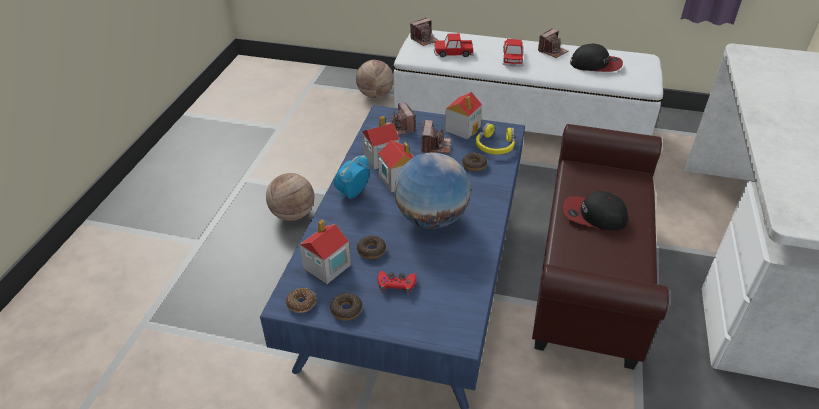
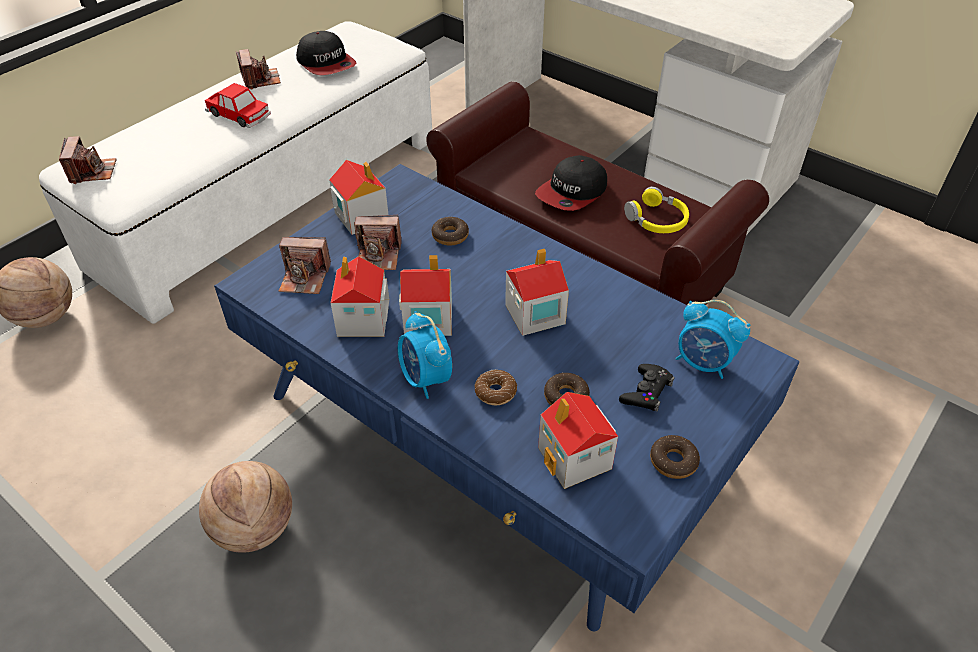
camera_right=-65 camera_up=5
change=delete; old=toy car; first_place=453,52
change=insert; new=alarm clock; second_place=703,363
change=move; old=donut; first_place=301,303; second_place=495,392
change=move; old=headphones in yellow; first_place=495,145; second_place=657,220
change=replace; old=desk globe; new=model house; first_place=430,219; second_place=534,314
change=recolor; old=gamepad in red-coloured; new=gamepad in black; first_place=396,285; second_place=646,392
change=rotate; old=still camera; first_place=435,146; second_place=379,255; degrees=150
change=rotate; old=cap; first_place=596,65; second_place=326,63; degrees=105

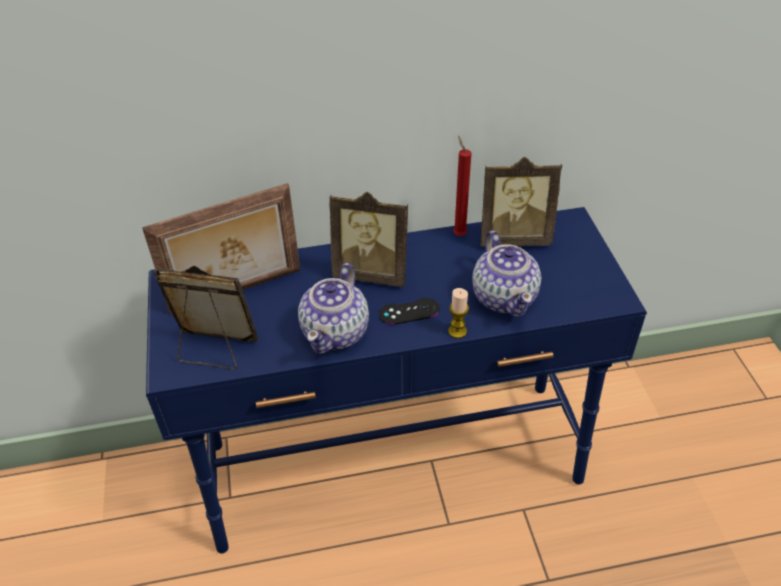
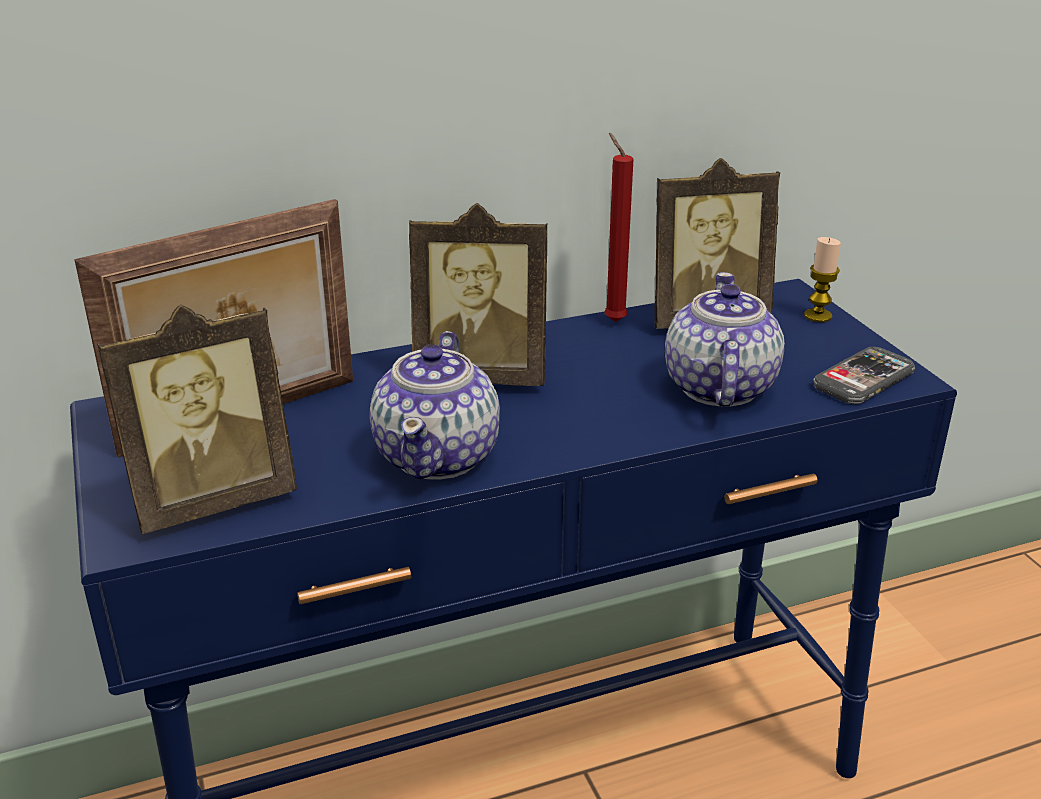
camera_right=-10 camera_up=-15
change=delete; old=gamepad in black; first_place=409,311
change=insert; new=handset; second_place=863,379
change=move; old=wax light; first_place=457,331; second_place=818,316
change=rotate; old=picture frame; first_place=214,350; second_place=212,500; degrees=150
change=rotate; old=teapot; first_place=504,296; second_place=718,388; degrees=-150

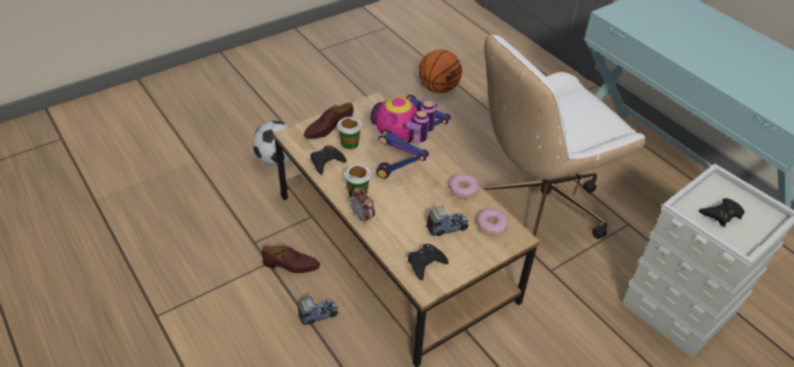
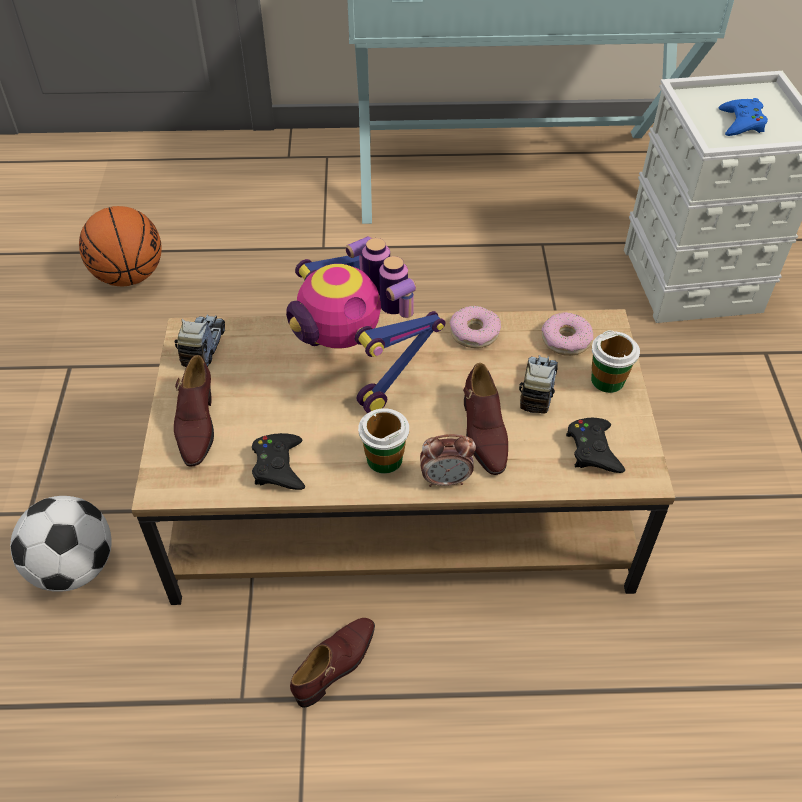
camera_right=-55 camera_up=5
change=delete; old=computer chair in white; first_place=537,210
change=insert; new=item of footwear in brown; second_place=483,432
change=move; old=toy truck; first_place=318,314; second_place=203,347
change=move; old=drinking cup; first_place=349,143; second_place=607,380
change=recolor; old=gamepad in black; new=gamepad in bluish; first_place=721,214; second_place=741,123

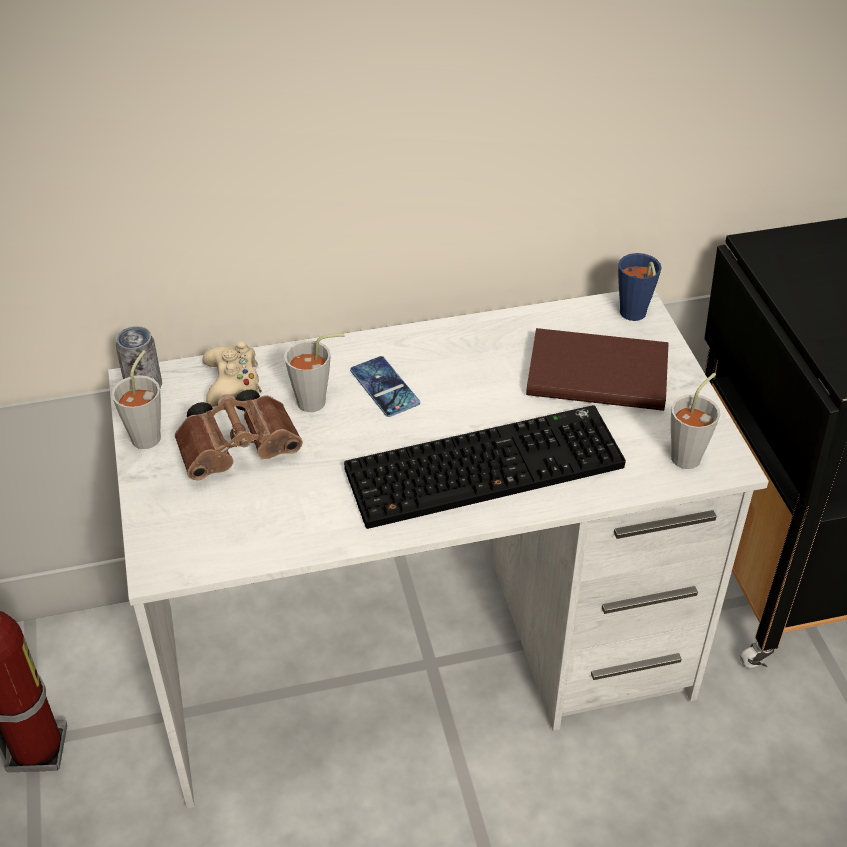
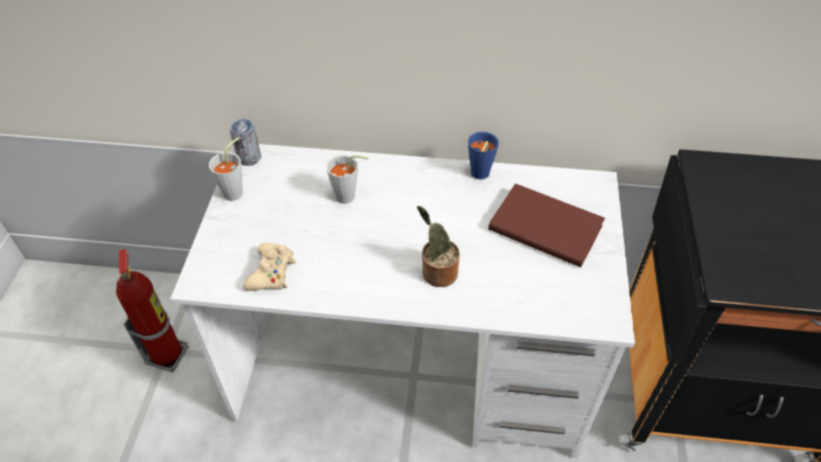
camera_right=20 camera_up=5
change=delete; old=pair of binoculars in brown; first_place=241,449
change=delete; old=handset; first_place=384,387
change=delete; old=drinking cup in gray; first_place=690,454
change=move; old=gamepad in beige-coloured; first_place=232,382; second_place=271,273
change=move; old=drinking cup in bluish; first_place=633,316; second_place=478,176
change=replace; old=PC keyboard; new=plant in a pot; first_place=486,465; second_place=437,272

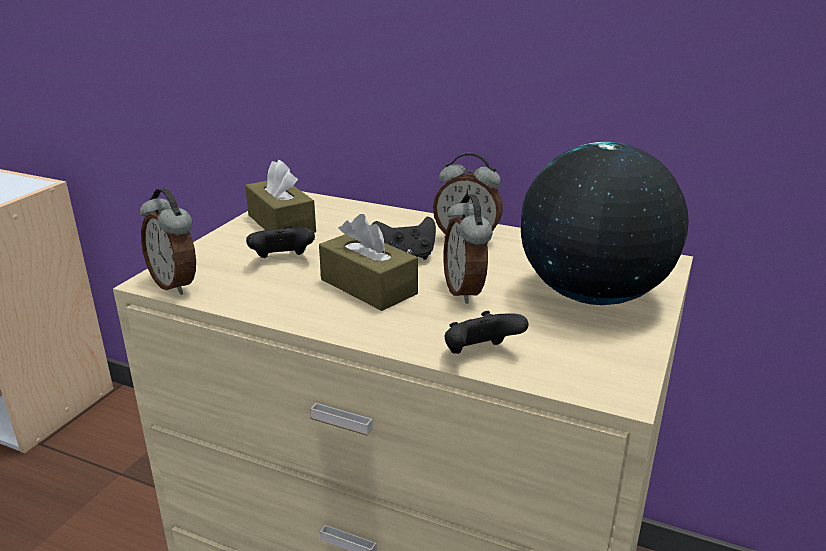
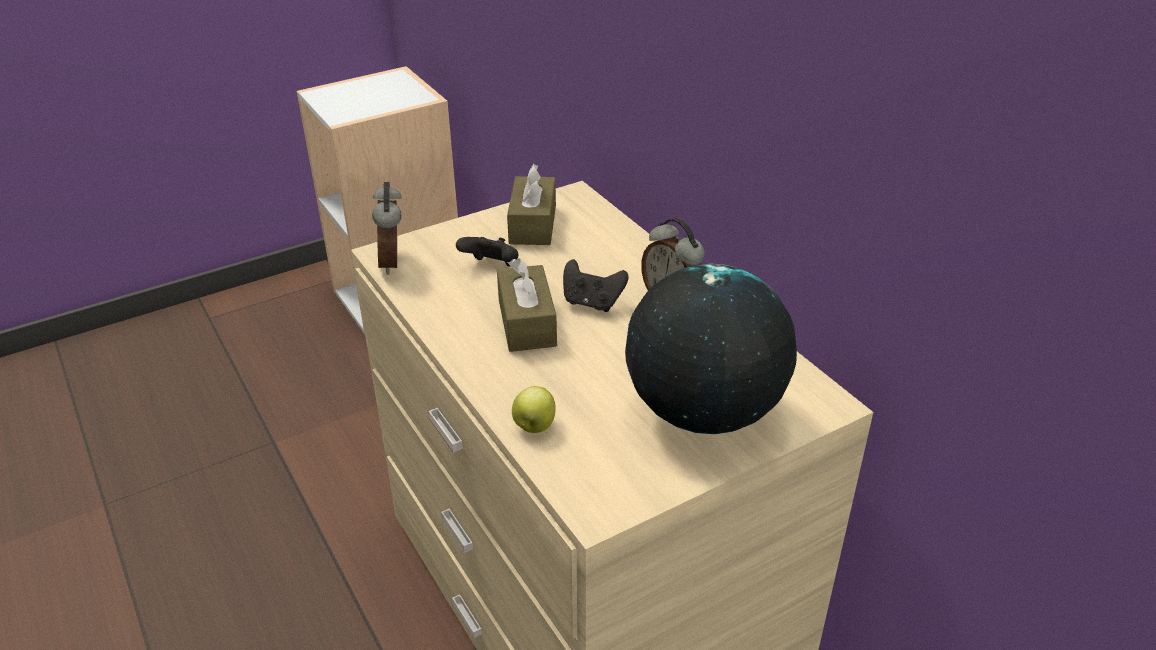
camera_right=35 camera_up=10
change=delete; old=alarm clock; first_place=466,291
change=replace; old=gamepad in black; new=whole apple; first_place=480,354; second_place=534,426

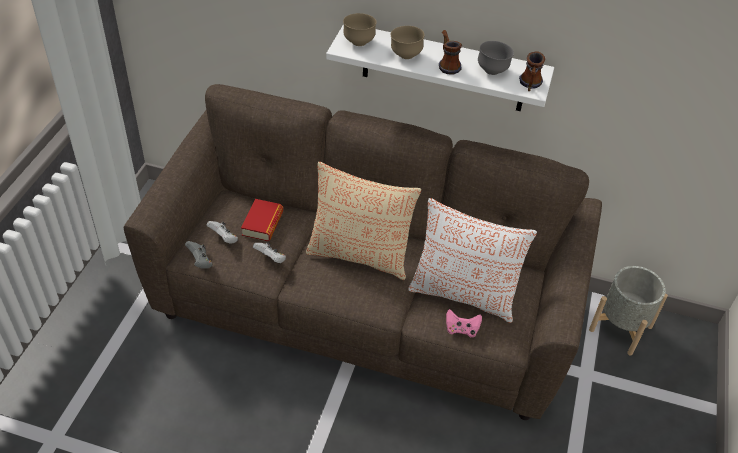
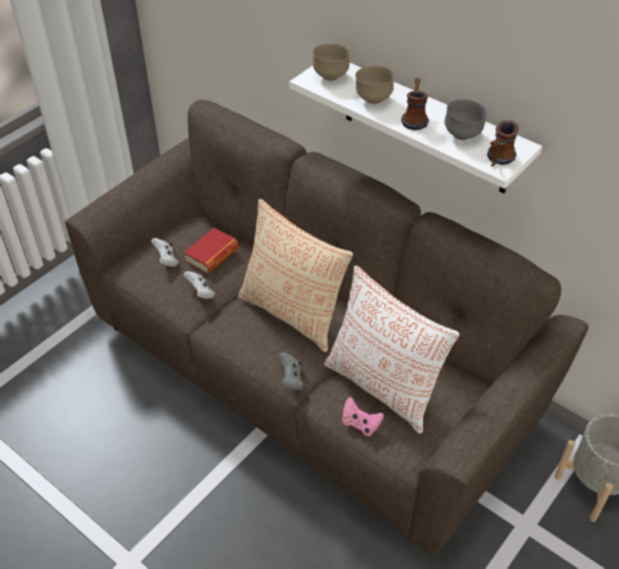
camera_right=25 camera_up=0
change=move; old=gamepad in gray; first_place=200,262; second_place=291,379

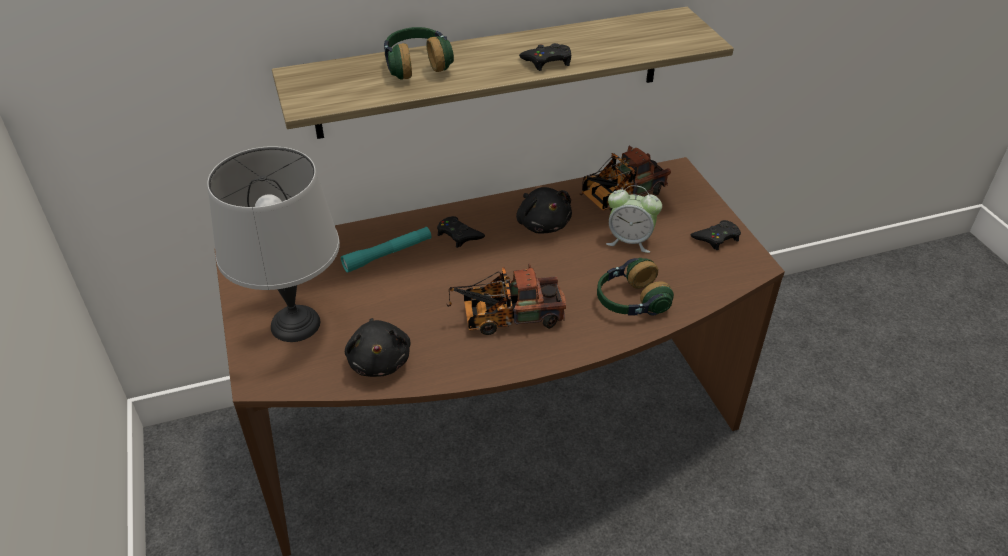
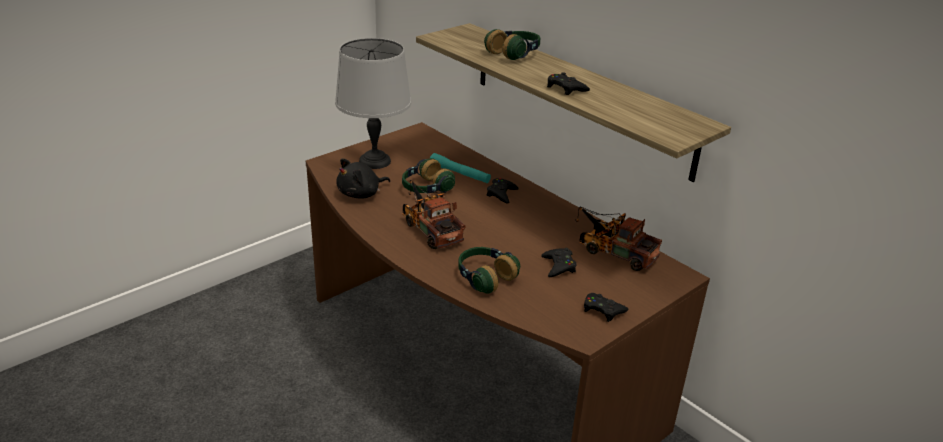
camera_right=65 camera_up=-10
change=delete; old=plush toy in black; first_place=543,224
change=insert; new=headphones; second_place=426,189
change=replace; old=alarm clock; new=gamepad in black; first_place=630,241; second_place=558,266

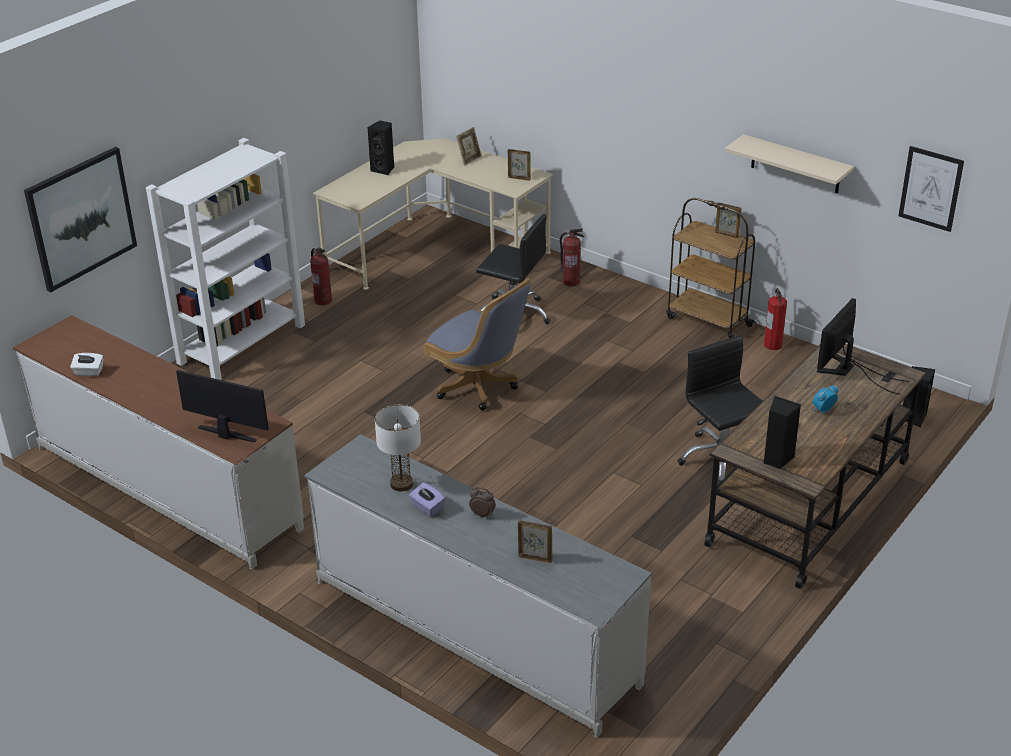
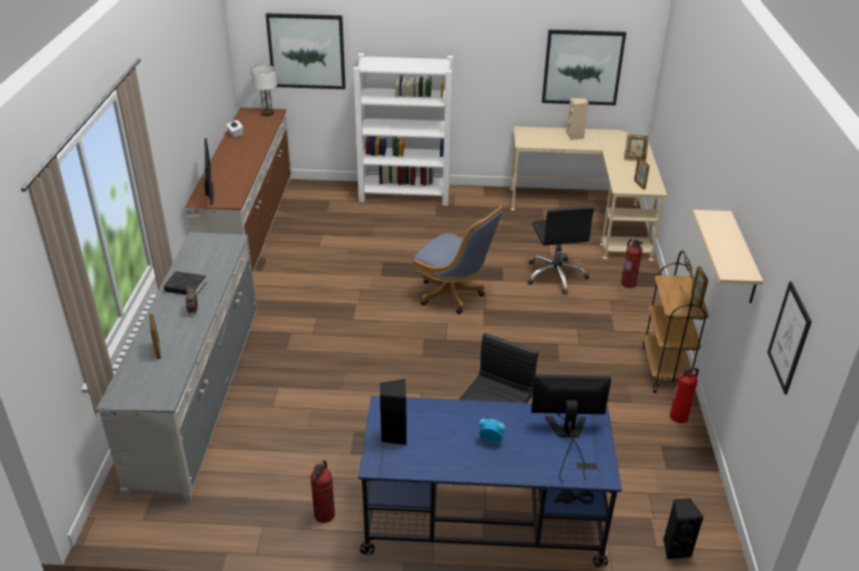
camera_right=55 camera_up=0
change=insert; new=picture; second_place=582,67
change=move; old=extinguisher; first_place=323,300; second_place=325,515
change=move; old=tabletop lamp; first_place=402,484; second_place=267,113
change=replace; old=box of tissues in purple; new=bound book in black; first_place=427,507; second_place=186,287
change=recolor; old=speaker in black; new=speaker in beige-coloured; first_place=384,169; second_place=575,136
change=recolor; old=desk table in brown; new=desk table in bluish; first_place=809,502; second_place=483,519
change=rotate; old=computer chair in bluish; first_place=481,389; second_place=455,297; degrees=-60

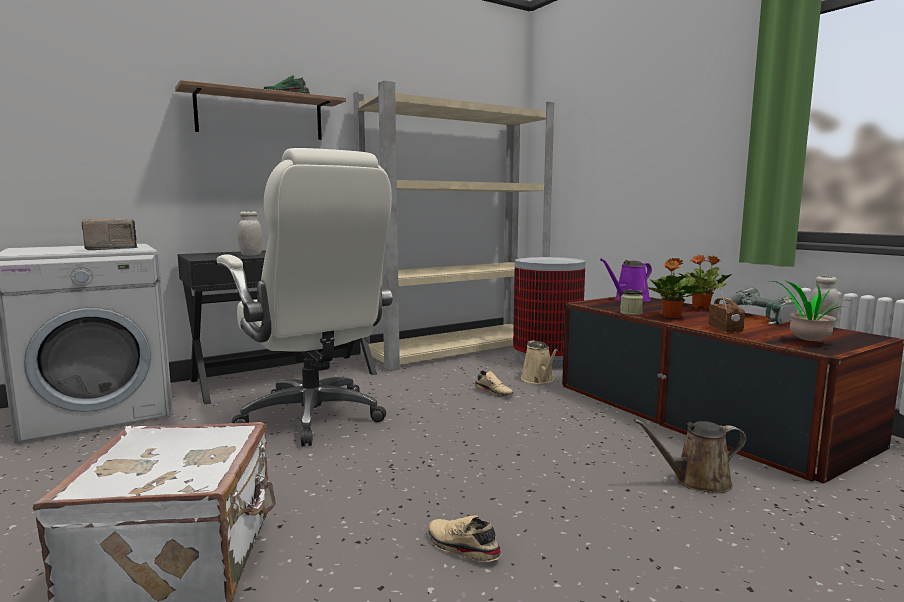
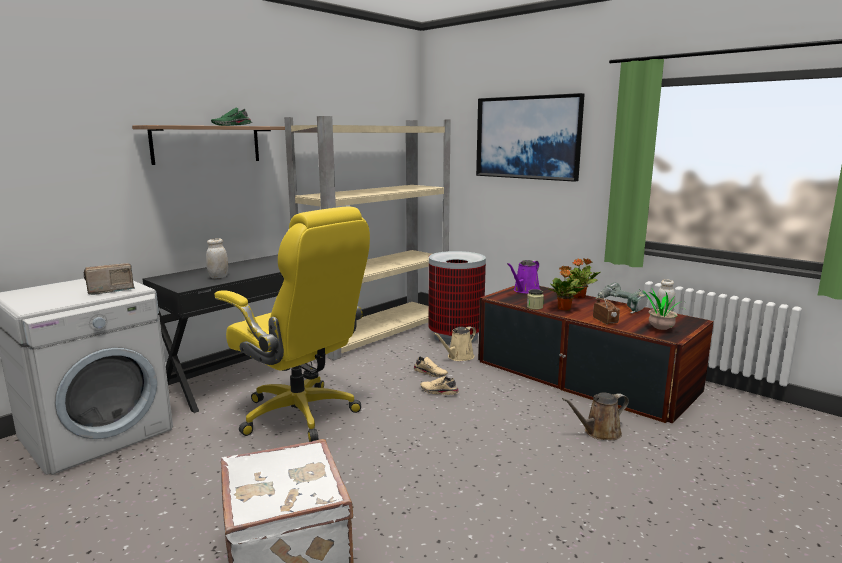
camera_right=-15 camera_up=5
change=insert; new=picture; second_place=527,137
change=move; old=item of footwear in beige-coloured; first_place=461,548; second_place=438,392
change=recolor; old=computer chair in white; new=computer chair in yellow; first_place=313,418; second_place=300,415
change=rotate; old=sprinkling can in beige-coloured; first_place=539,380; second_place=458,357; degrees=75

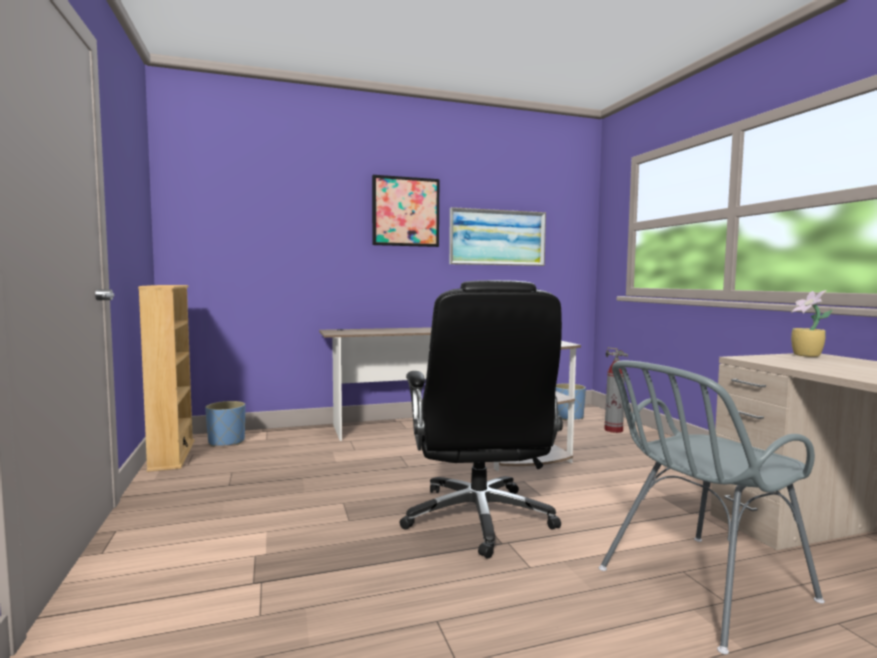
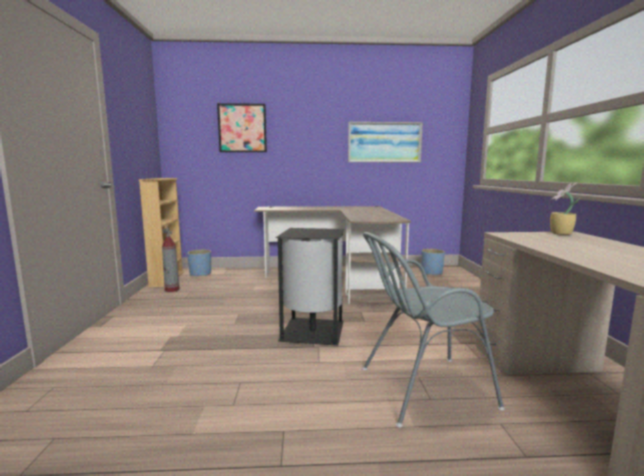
camera_right=15 camera_up=5
change=move; old=picture; first_place=405,212; second_place=242,128
change=move; old=extinguisher; first_place=613,430; second_place=172,290
change=replace; old=computer chair in black; new=trash can in black; first_place=479,519; second_place=311,331

